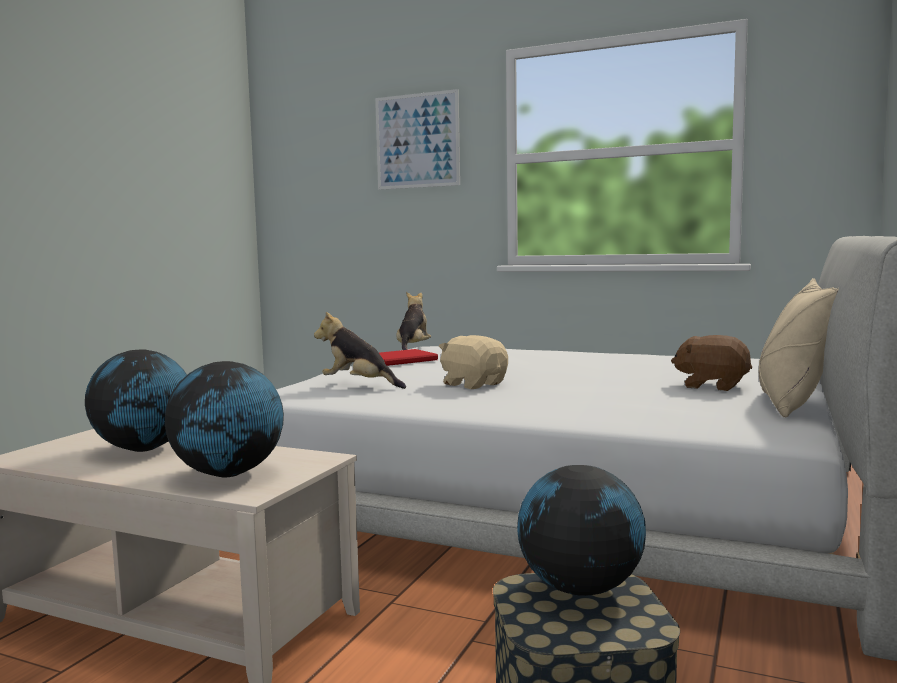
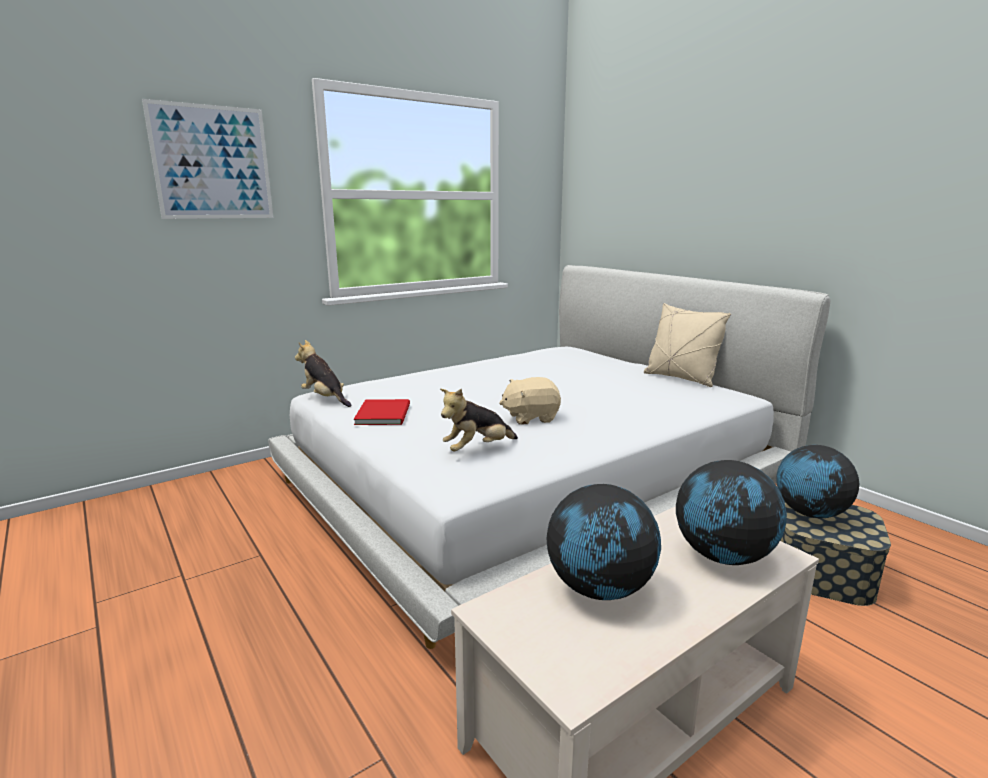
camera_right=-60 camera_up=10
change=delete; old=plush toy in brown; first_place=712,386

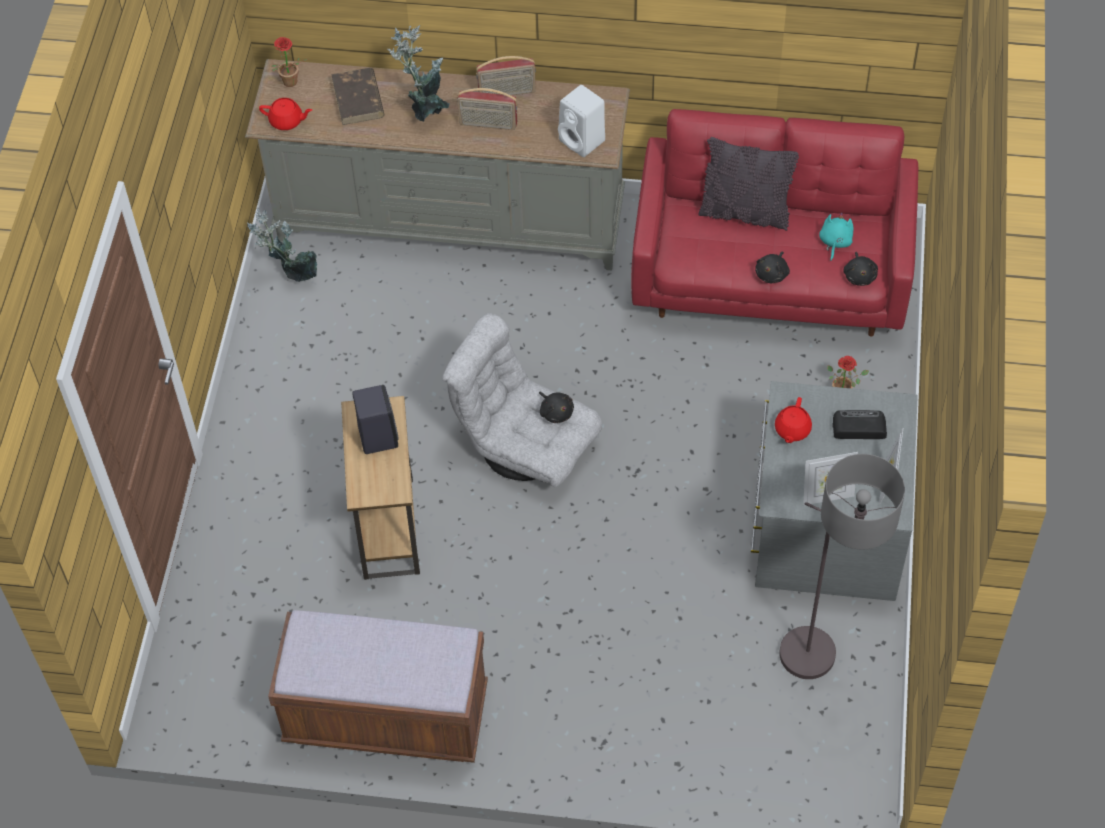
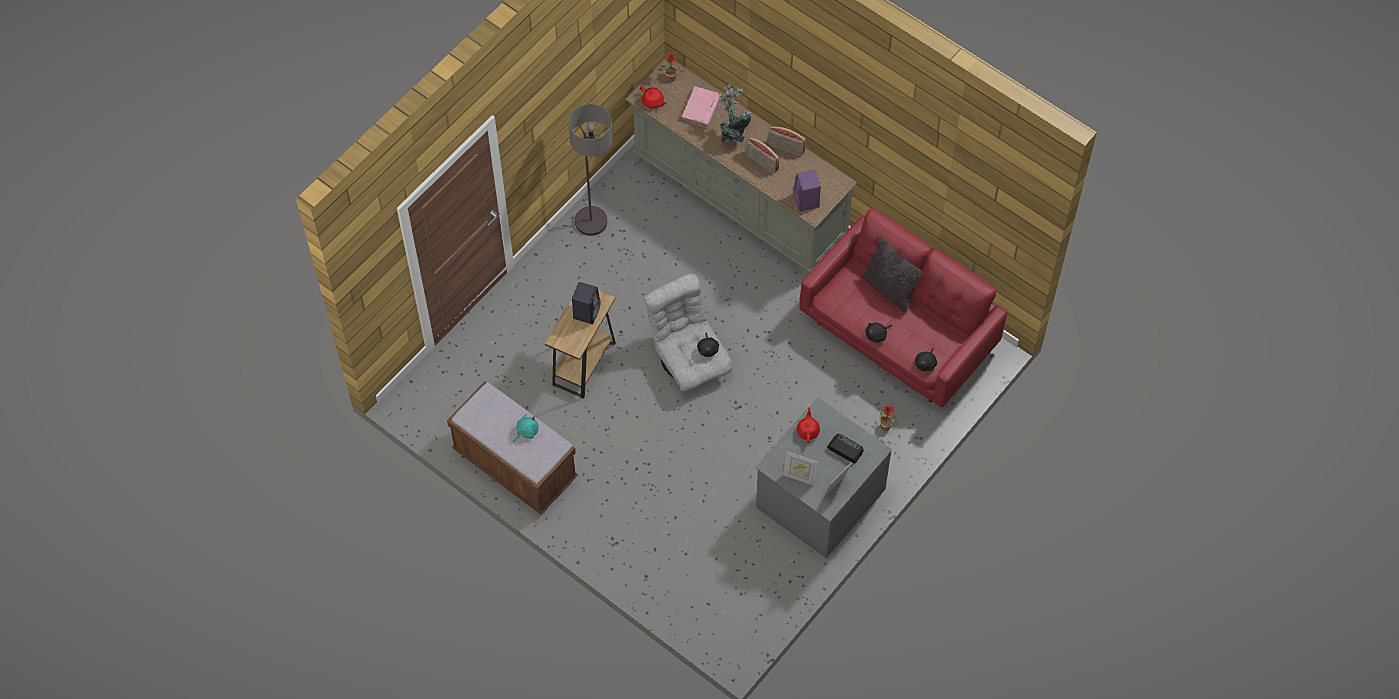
camera_right=30 camera_up=5
change=delete; old=plant in a pot; first_place=290,273
change=move; old=standing lamp in gray; first_place=823,661; second_place=595,229
change=move; old=plush toy in turquoise-coloured; first_place=835,242; second_place=526,431
change=recolor; old=bound book in brown; new=bound book in pink-coloured; first_place=358,99; second_place=701,109
change=recolor; old=speaker in white; new=speaker in purple; first_place=583,141; second_place=807,201
change=rotate; old=teapot in red-coloured; first_place=792,430; second_place=808,430; degrees=135

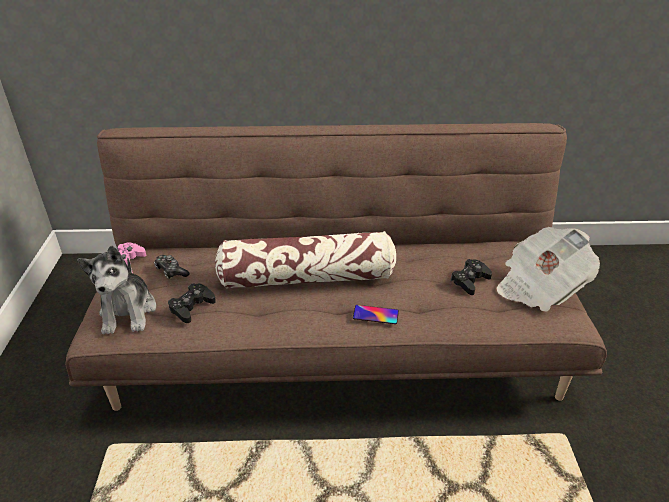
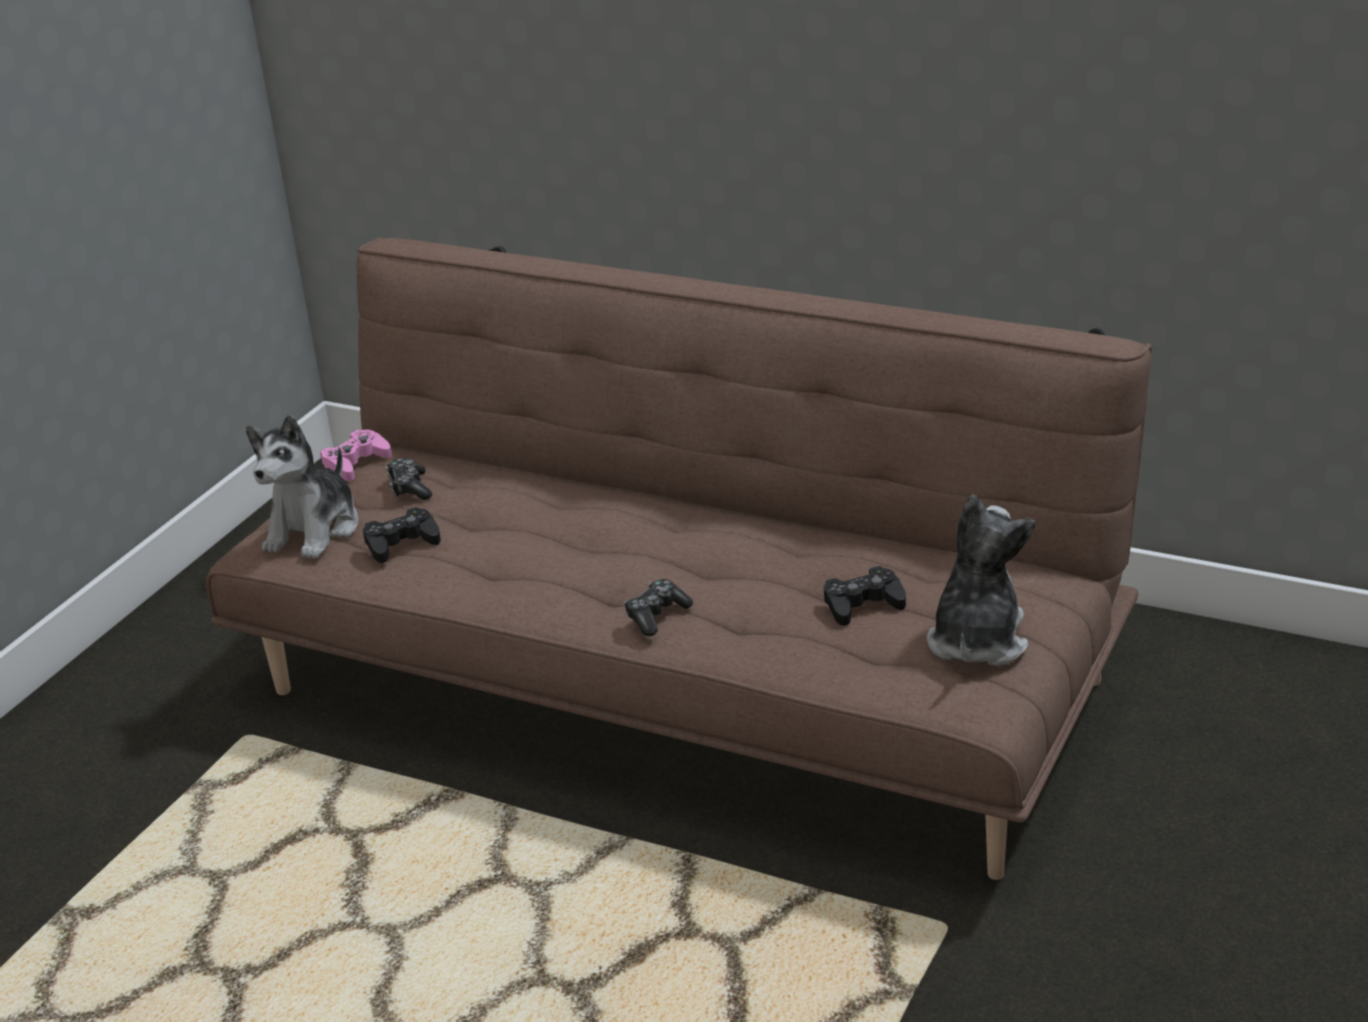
camera_right=30 camera_up=-5
change=delete; old=throw pillow; first_place=307,277
change=replace; old=handset; new=gamepad; first_place=375,315; second_place=656,616
change=replace; old=daily paper; new=plush toy; first_place=539,286; second_place=977,641

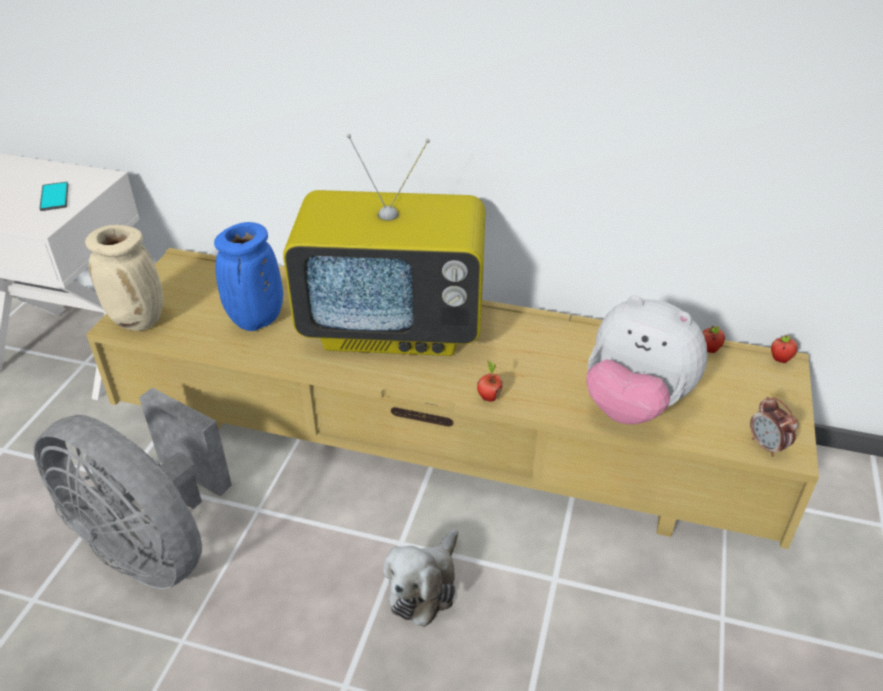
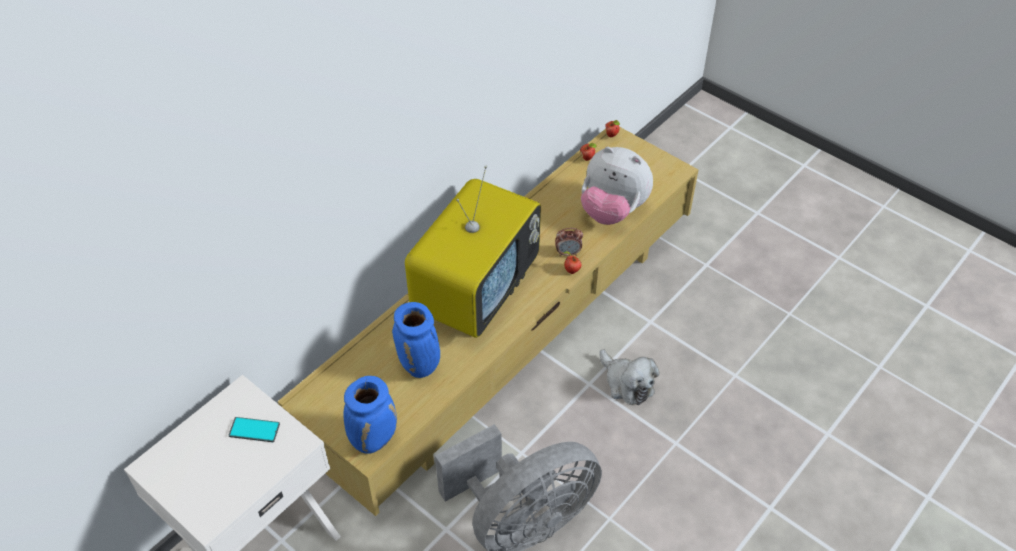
camera_right=-65 camera_up=10
change=move; old=alarm clock; first_place=767,446; second_place=568,253
change=recolor; old=flower vase in beige-coloured; new=flower vase in bluish; first_place=140,321; second_place=374,439
change=rotate; old=plush toy; first_place=634,405; second_place=612,211; degrees=60

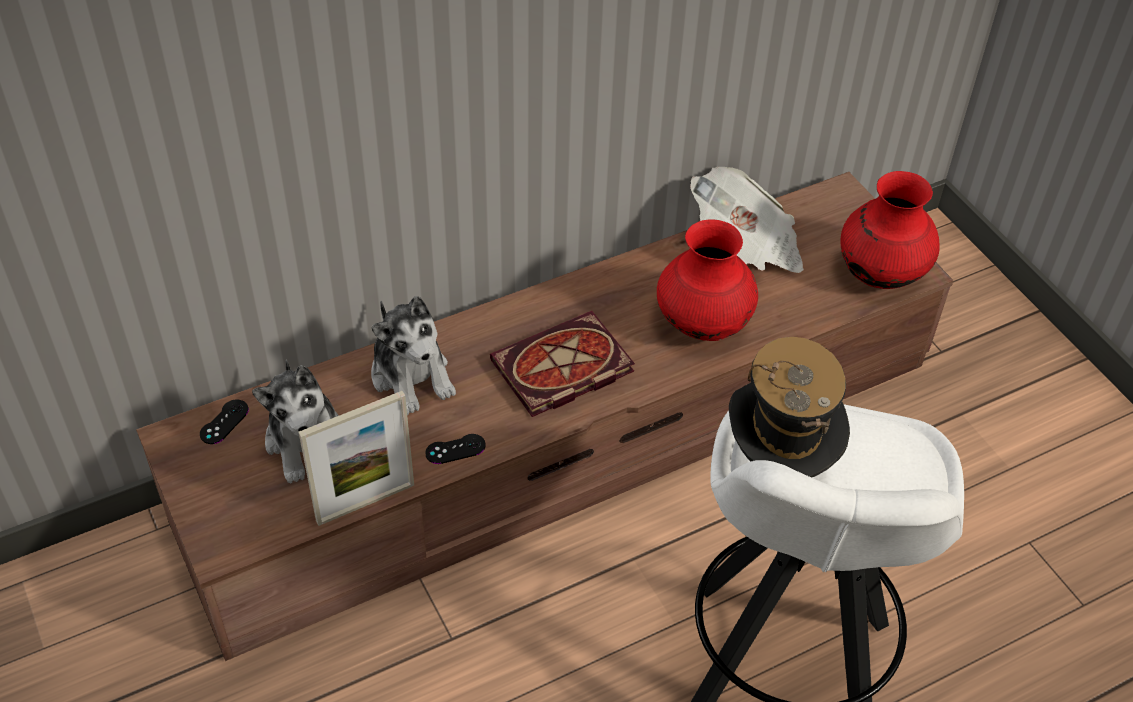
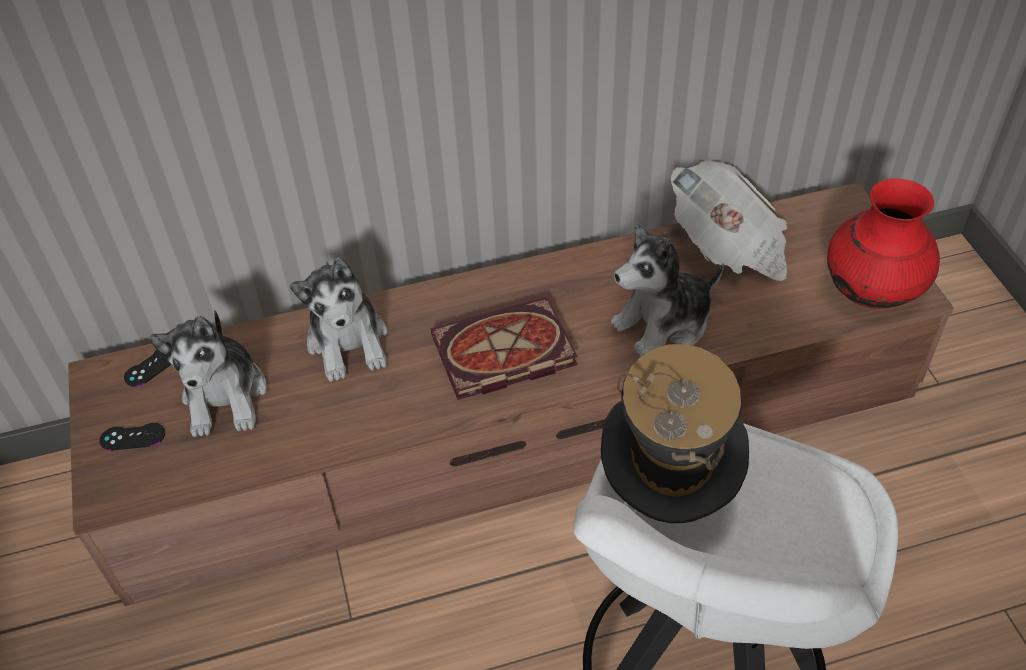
camera_right=15 camera_up=0
change=delete; old=picture frame; first_place=365,503
change=move; old=gamepad in black; first_place=455,449; second_place=132,437
change=replace; old=flower vase in red-coloured; new=plush toy; first_place=703,324; second_place=664,324

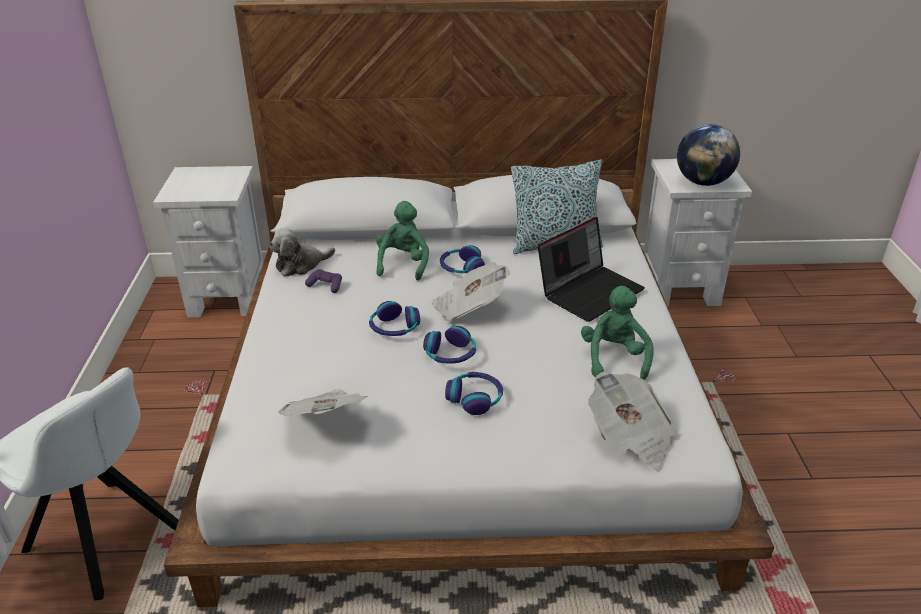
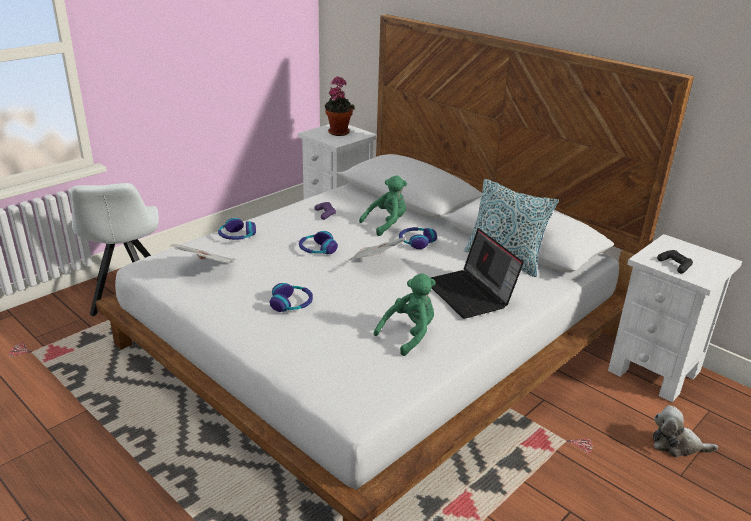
camera_right=45 camera_up=-5
change=delete; old=daily paper; first_place=630,437
change=insert; new=plant in a pot; second_place=338,132
change=move; old=plush toy; first_place=301,265; second_place=677,445
change=move; old=headphones; first_place=450,354; second_place=237,236
change=replace; old=desk globe; new=gamepad in black; first_place=703,182; second_place=674,265
change=rotate; old=laptop; first_place=589,291; second_place=470,294; degrees=60

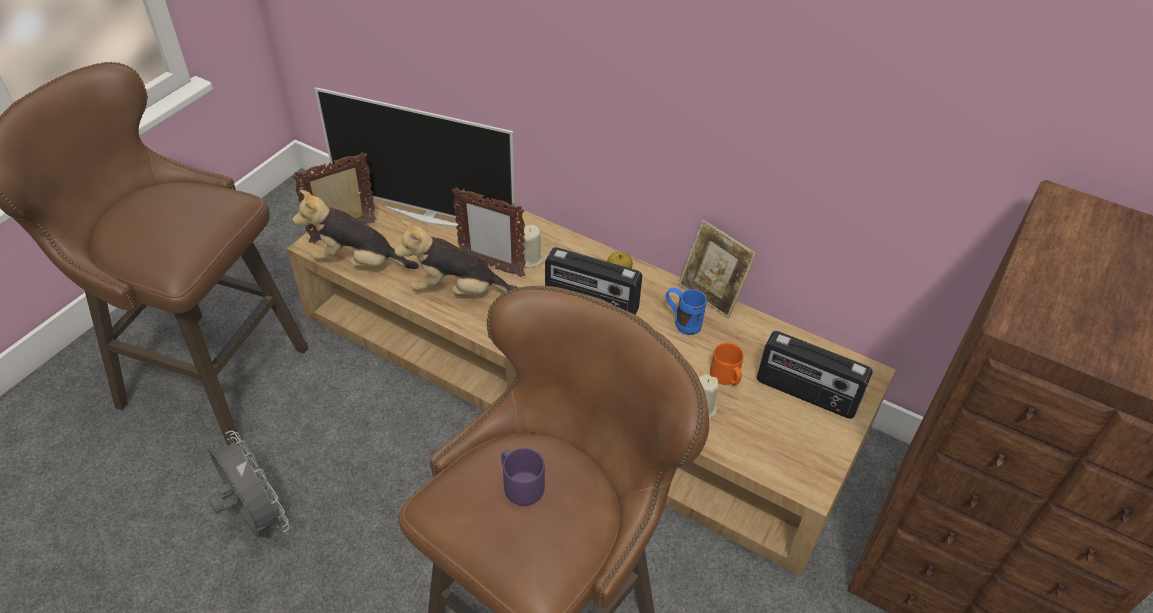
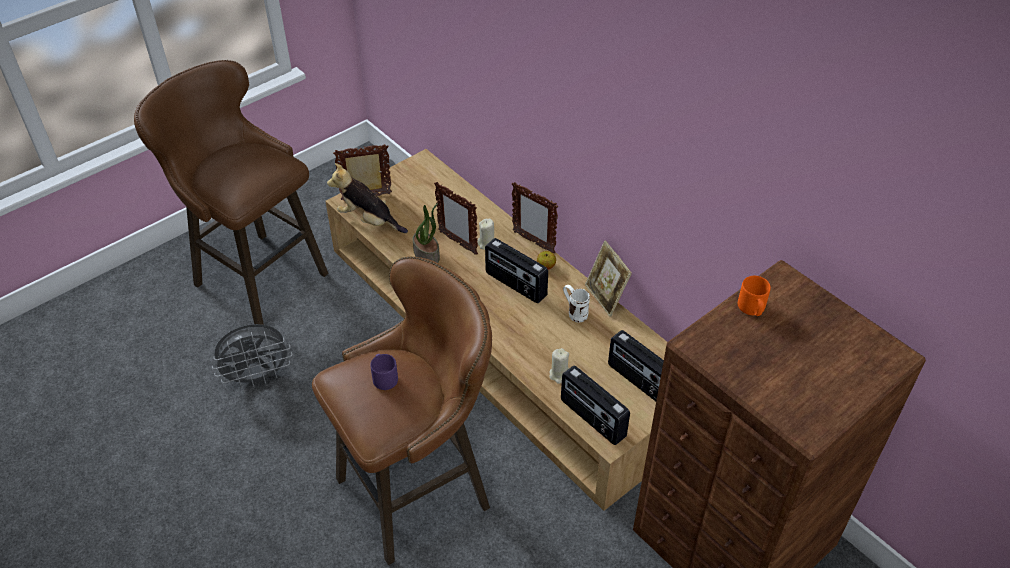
camera_right=20 camera_up=0
change=delete; old=television; first_place=429,216
change=insert; new=picture frame; second_place=533,242
change=insert; new=radio set; second_place=592,419
change=move; old=tea mug in orange-coloured; first_place=726,377; second_place=752,308
change=replace; old=plush toy; new=plant in a pot; first_place=457,290; second_place=427,254
change=recolor; old=tea mug in bluish; new=tea mug in white; first_place=682,323; second_place=574,312
change=rotate; old=fan in gray; first_place=256,518; second_place=258,377; degrees=90

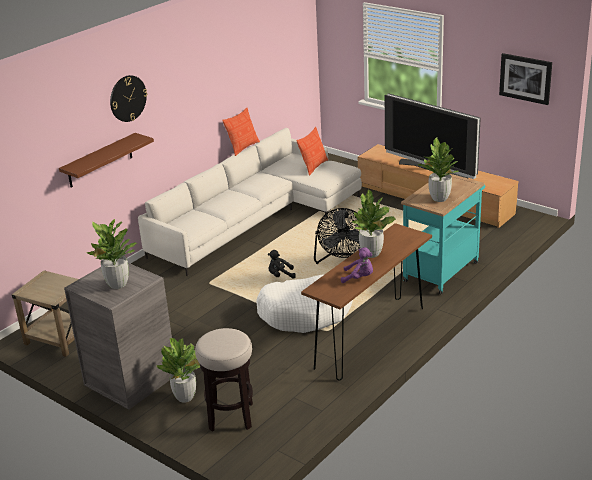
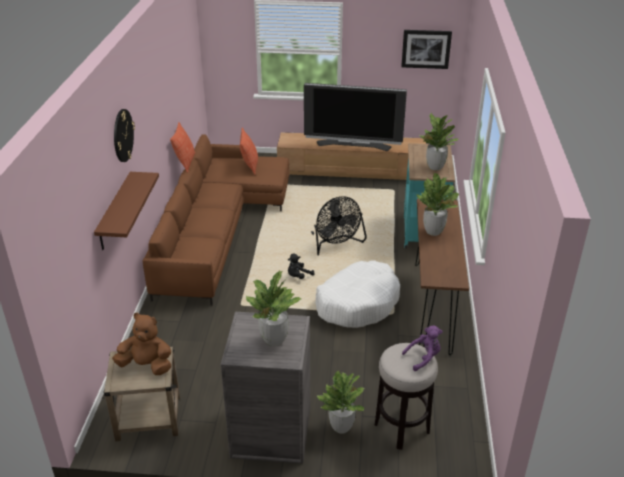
camera_right=-35 camera_up=5
change=insert; new=plush toy in brown; second_place=146,365
change=move; old=plush toy in purple; first_place=359,278; second_place=423,358
change=recolor; old=settee in white; new=settee in brown; first_place=256,218; second_place=217,228

